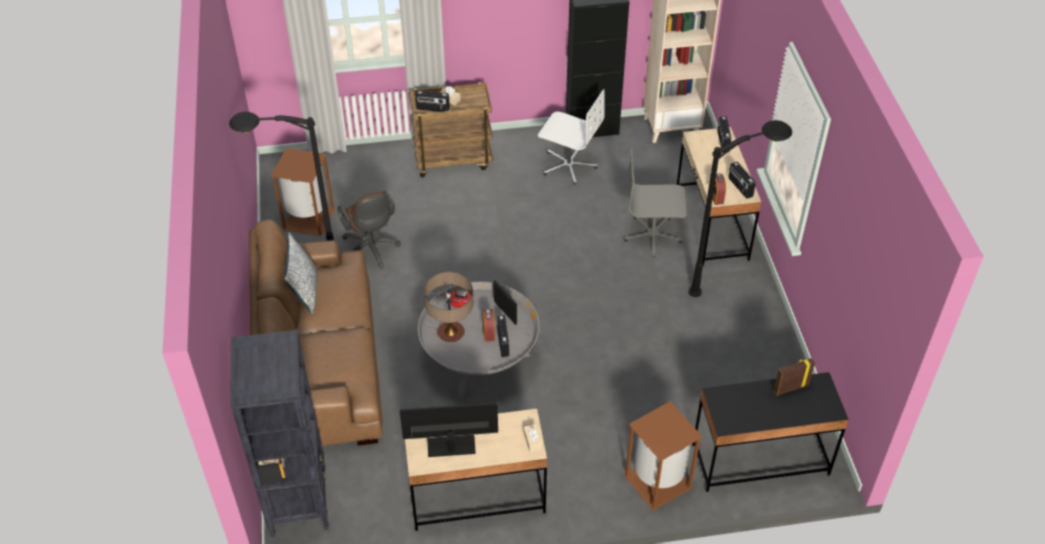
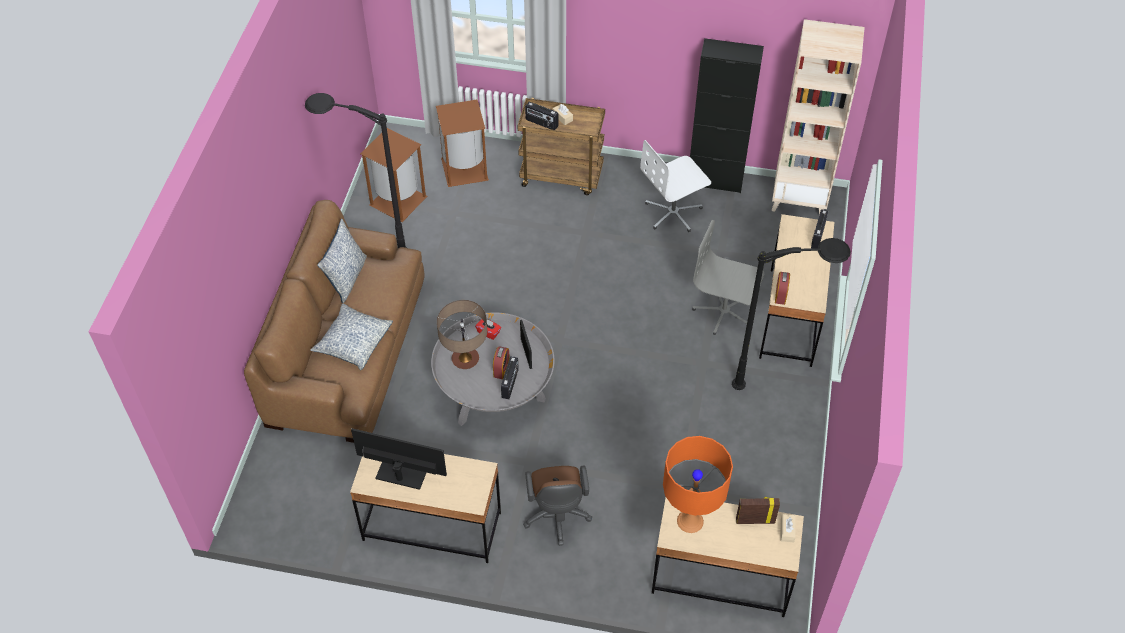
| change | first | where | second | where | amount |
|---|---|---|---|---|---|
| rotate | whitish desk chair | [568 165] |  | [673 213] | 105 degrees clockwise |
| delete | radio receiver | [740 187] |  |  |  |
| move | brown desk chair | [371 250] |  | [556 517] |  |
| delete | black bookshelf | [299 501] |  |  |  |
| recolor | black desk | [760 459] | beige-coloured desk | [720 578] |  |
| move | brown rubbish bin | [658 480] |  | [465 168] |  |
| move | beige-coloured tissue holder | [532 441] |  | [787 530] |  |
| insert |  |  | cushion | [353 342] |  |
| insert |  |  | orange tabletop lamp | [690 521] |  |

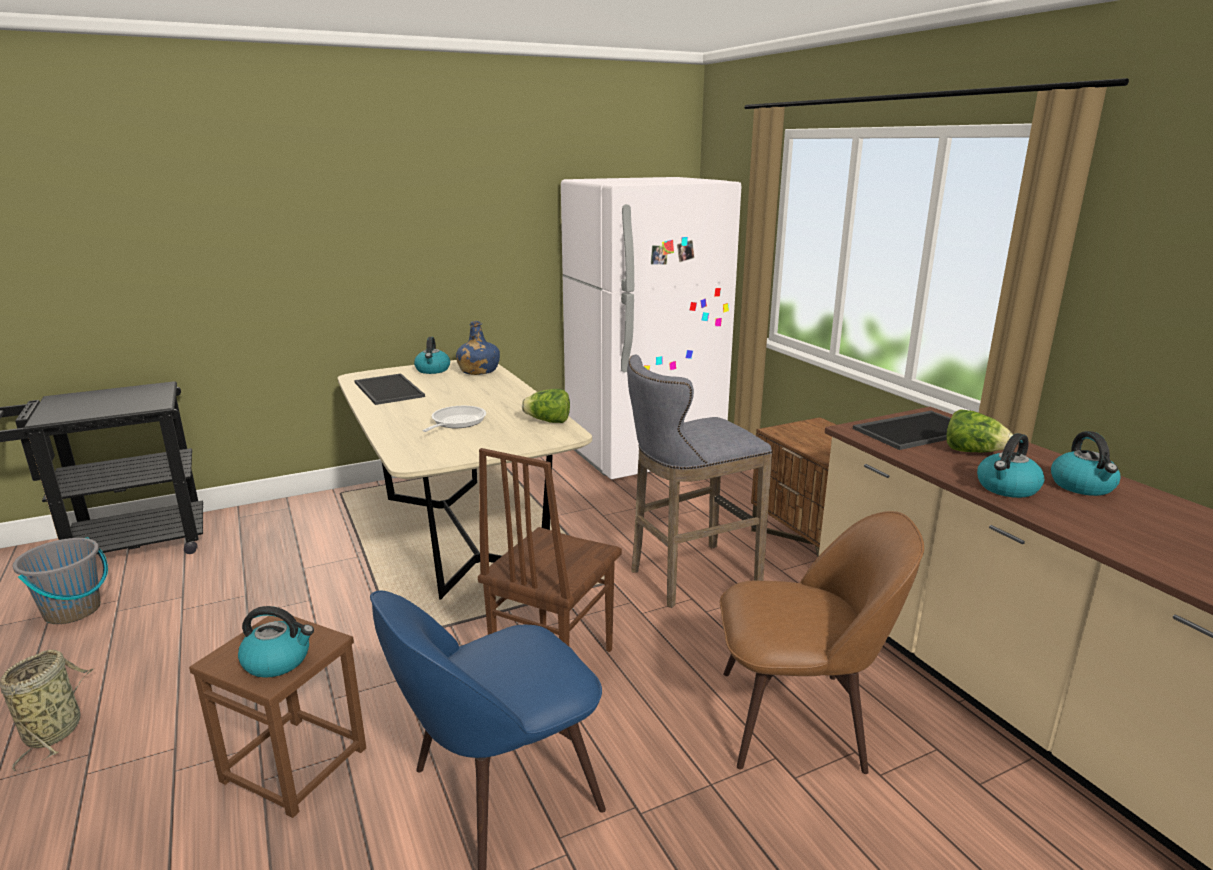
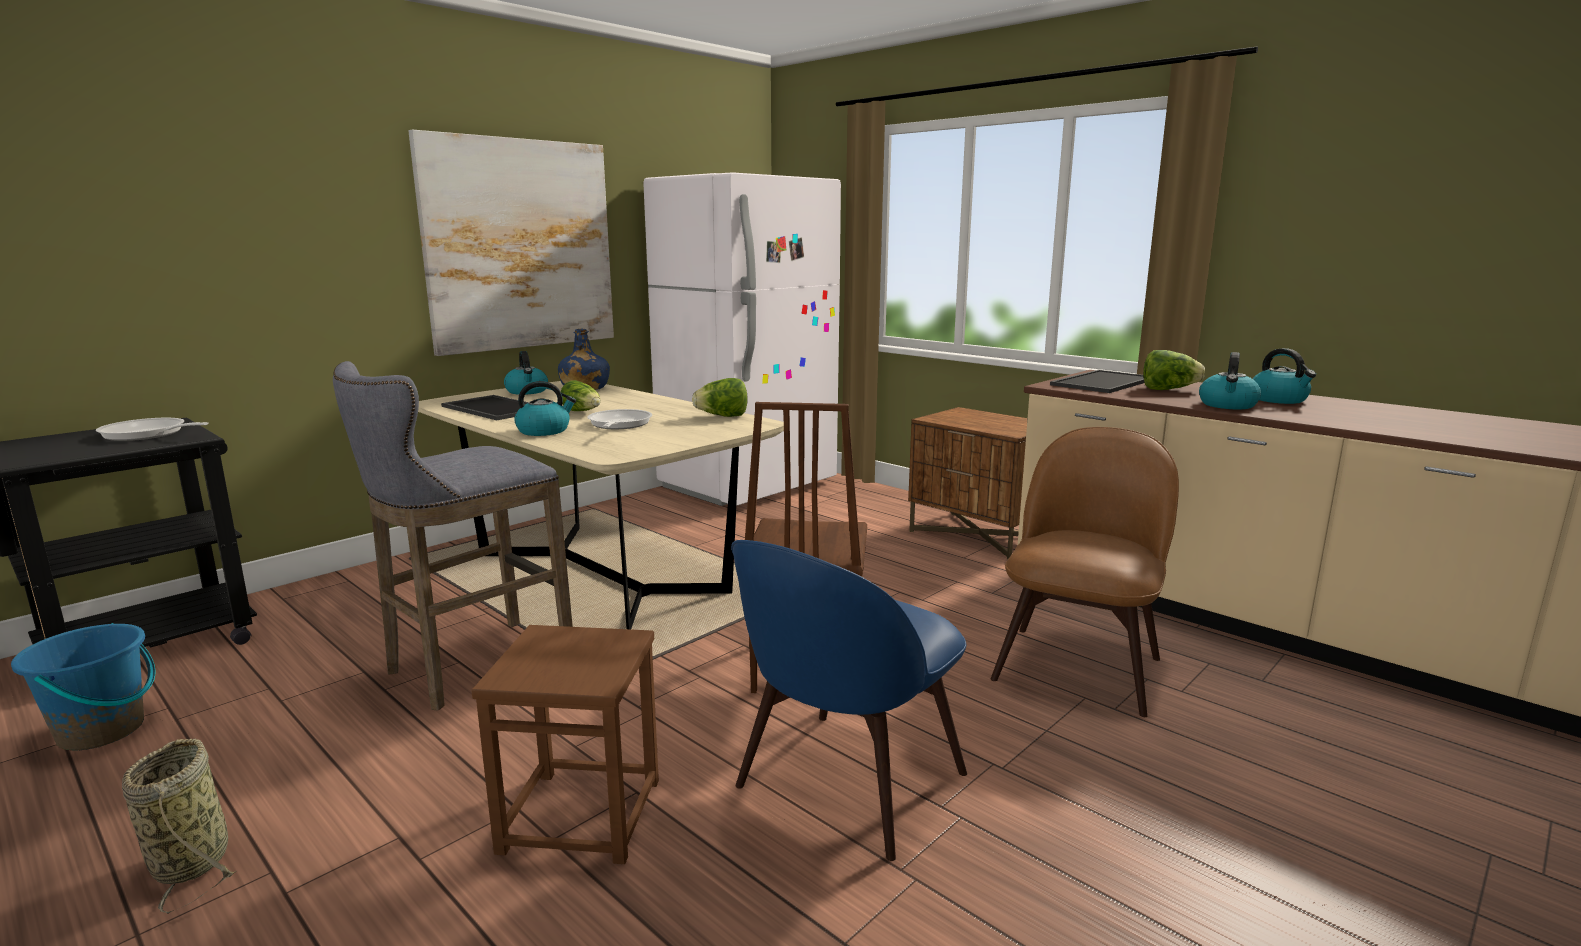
| change | first | where | second | where | amount |
|---|---|---|---|---|---|
| move | grey stool seat | [689 577] |  | [472 667] |  |
| rotate | brown chair | [798 719] |  | [1079 665] | 45 degrees counterclockwise |
| recolor | grey bucket | [73 611] | bluish bucket | [102 731] |  |
| move | tea kettle | [278 661] |  | [544 431] |  |
| insert |  |  | wall art | [520 245] |  |
| insert |  |  | lettuce head | [583 412] |  |
| insert |  |  | frying pan | [148 434] |  |

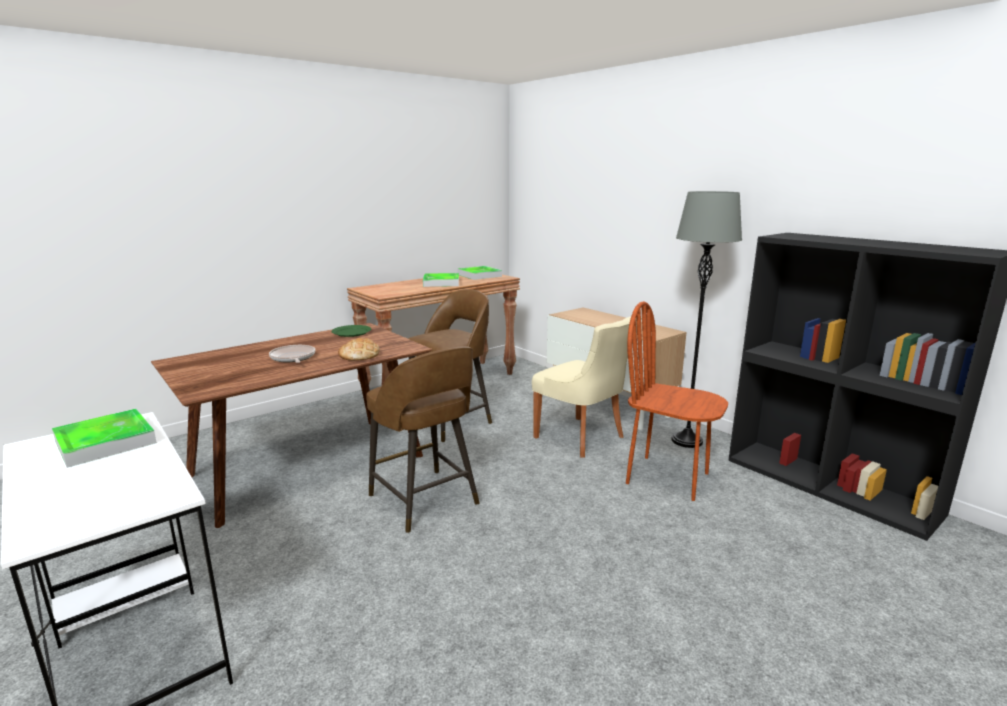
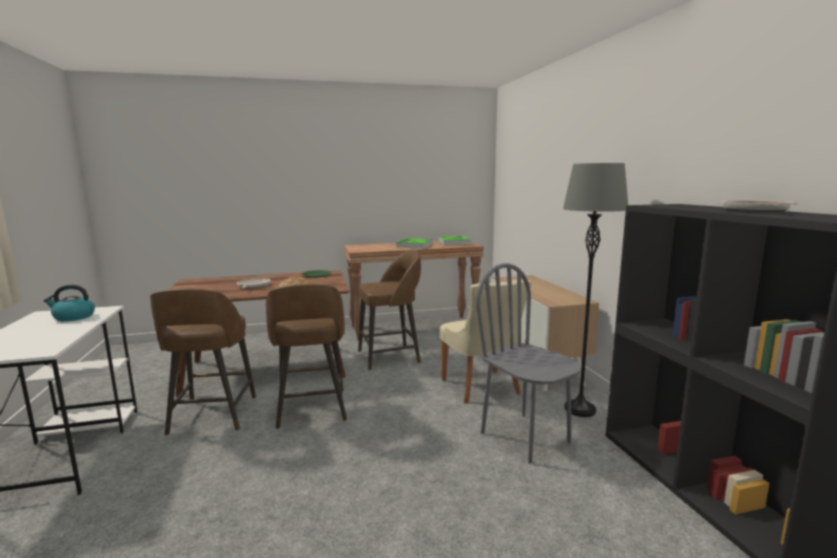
| change | first | where | second | where | amount |
|---|---|---|---|---|---|
| recolor | brown chair | [667 478] | grey chair | [525 437] |  |
| replace | serving tray | [105 442] | tea kettle | [73 317] |  |
| insert |  |  | frying pan | [756 211] |  |
| insert |  |  | brown stool seat | [212 416] |  |

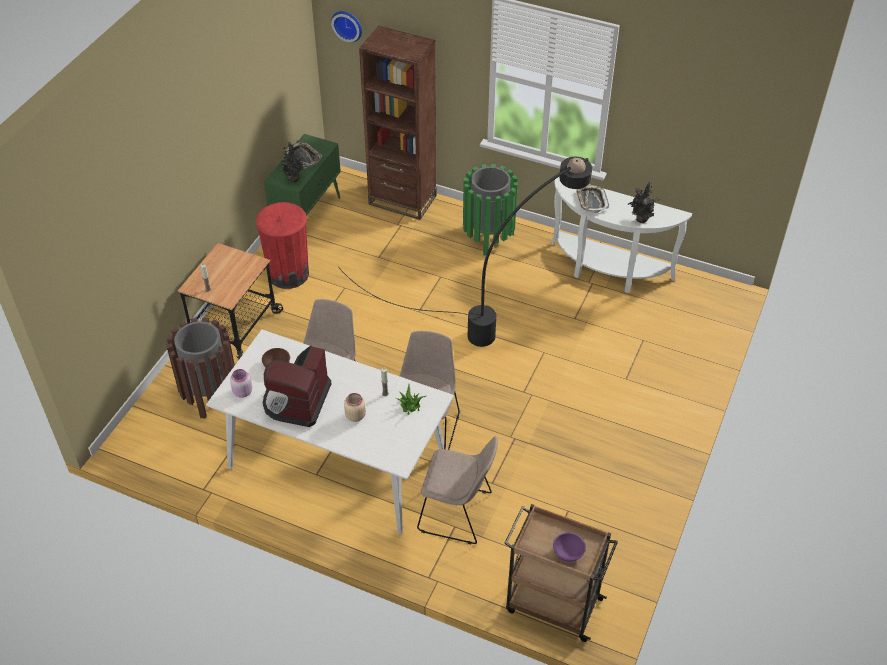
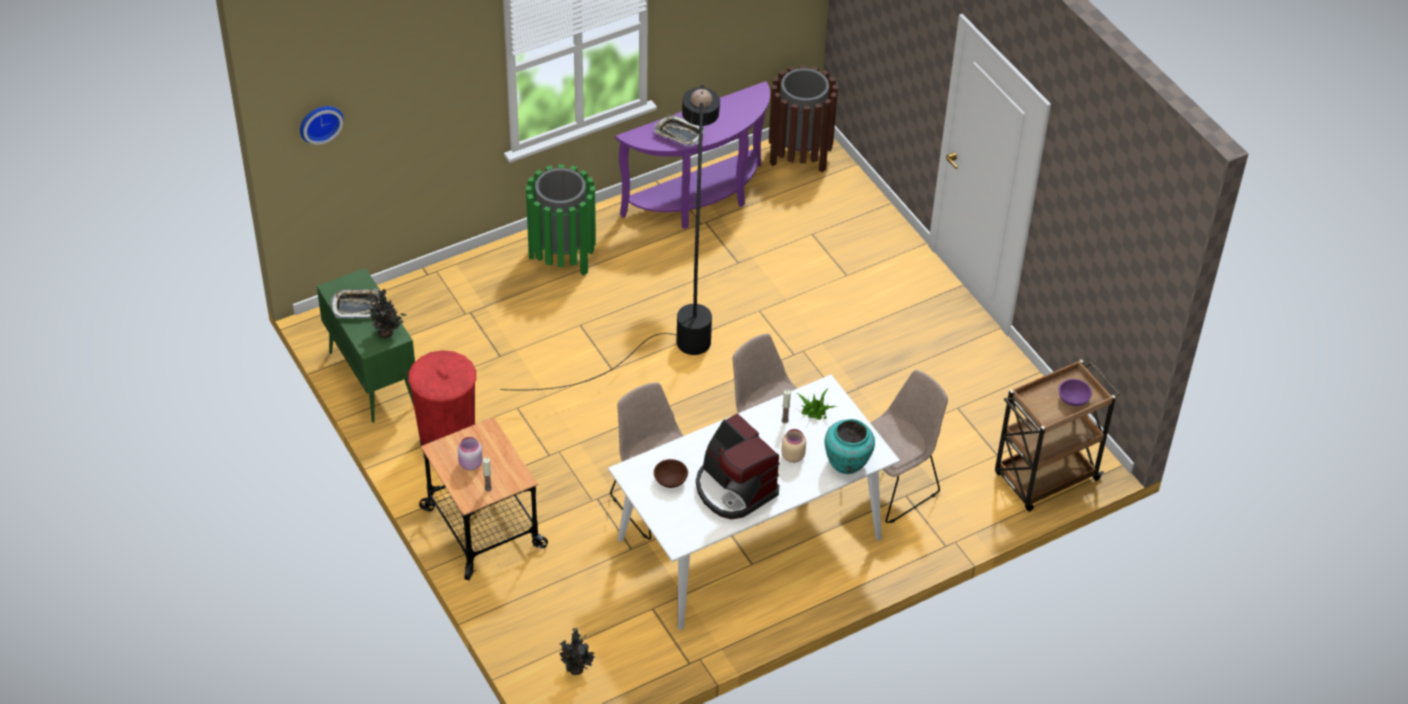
| change | first | where | second | where | amount |
|---|---|---|---|---|---|
| delete | brown bookshelf | [402 200] |  |  |  |
| recolor | whitish narrow table | [607 271] | purple narrow table | [700 202] |  |
| move | houseplant | [641 220] |  | [576 670] |  |
| move | brown rubbish bin | [210 395] |  | [799 155] |  |
| move | pink-coloured preserve jar | [242 391] |  | [470 464] |  |
| insert |  |  | turquoise decorative vase | [848 463] |  |

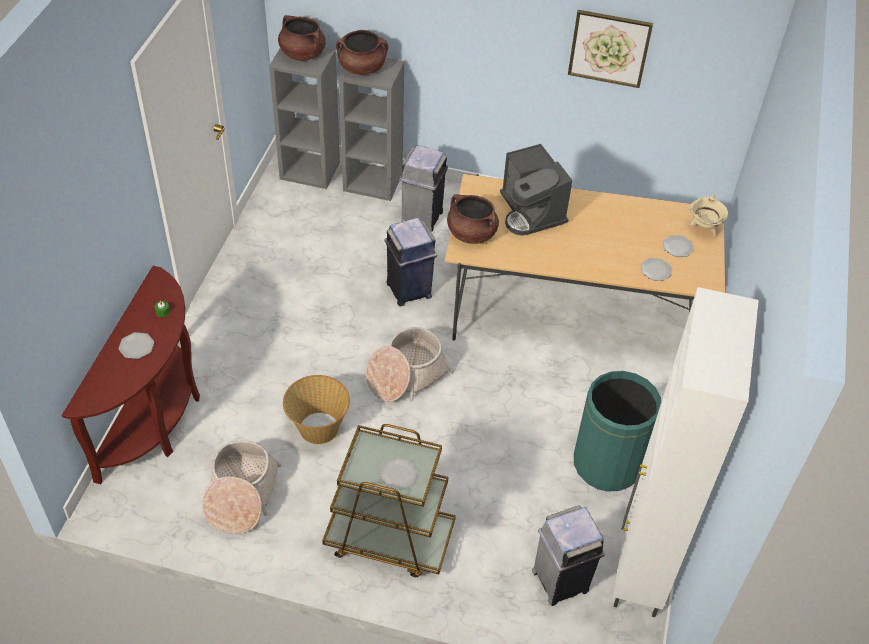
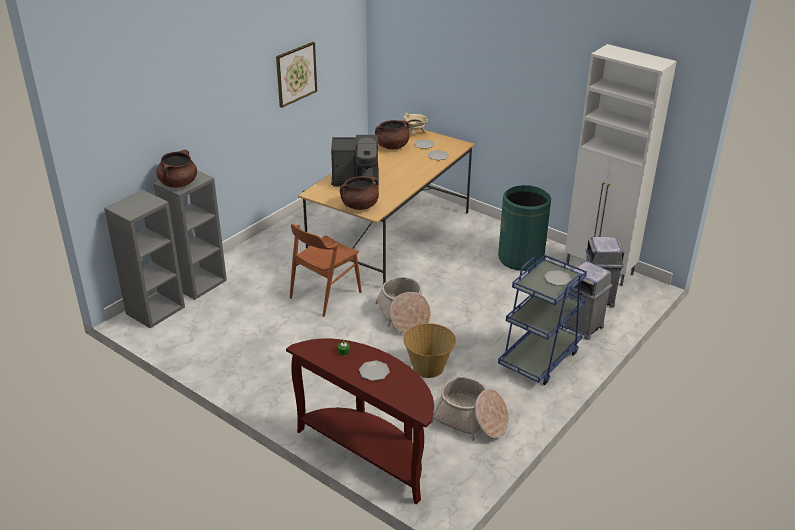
| change | first | where | second | where | amount |
|---|---|---|---|---|---|
| move | brown stockpot | [302 54] |  | [392 146] |  |
| move | grey rubbish bin | [422 216] |  | [582 327] |  |
| replace | bluish rubbish bin | [409 290] | brown chair | [325 295] |  |
| recolor | brown trolley | [388 538] | bluish trolley | [539 358] |  |

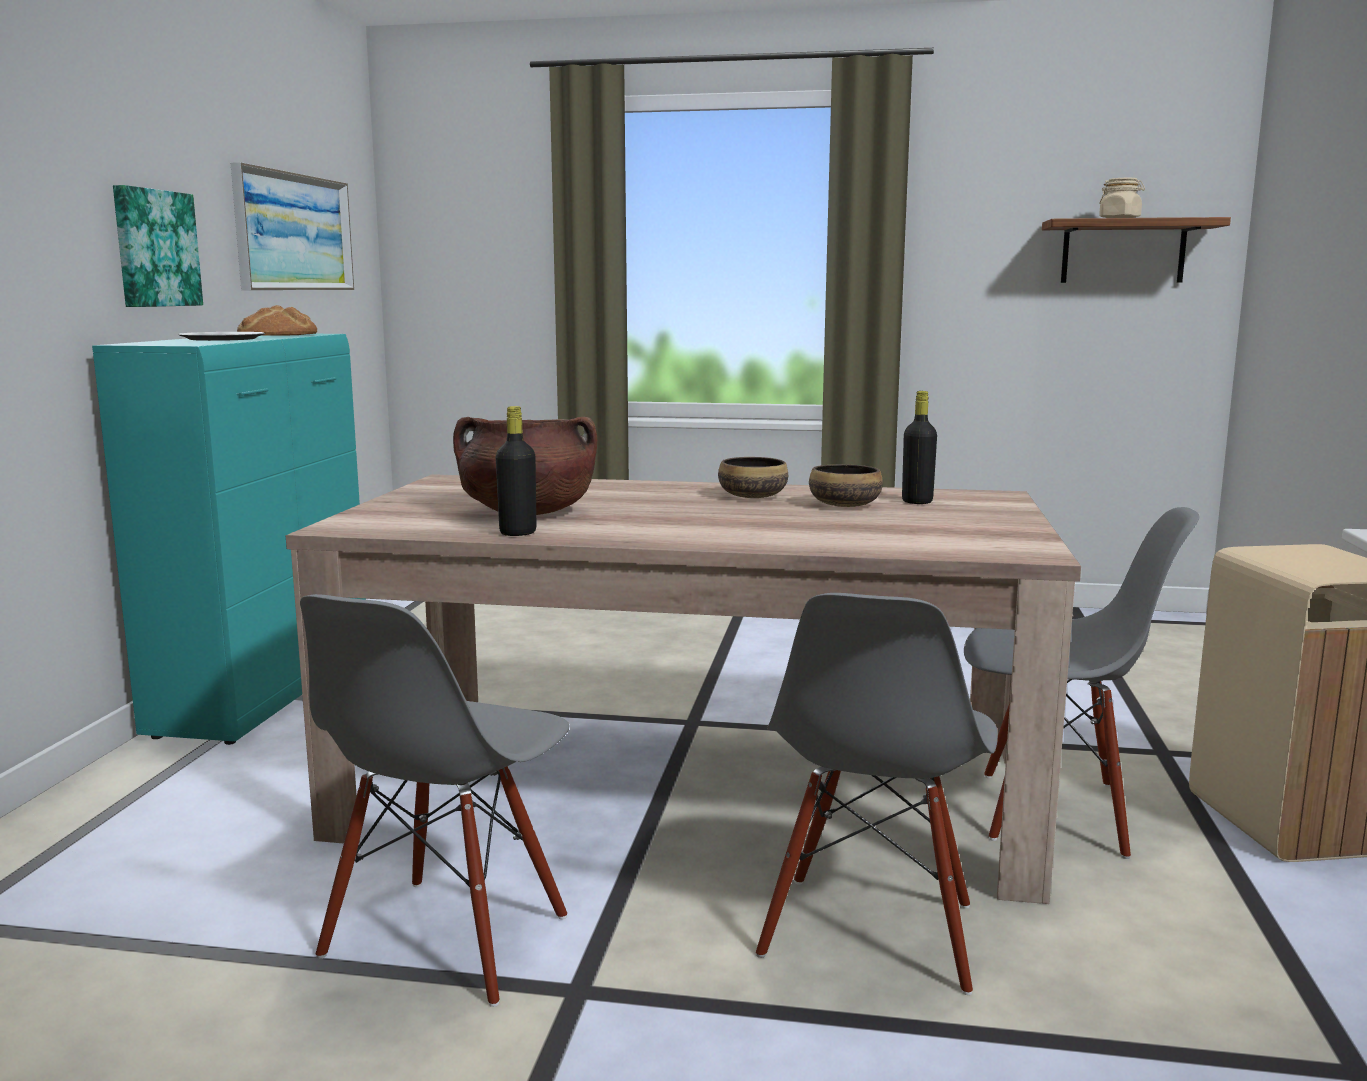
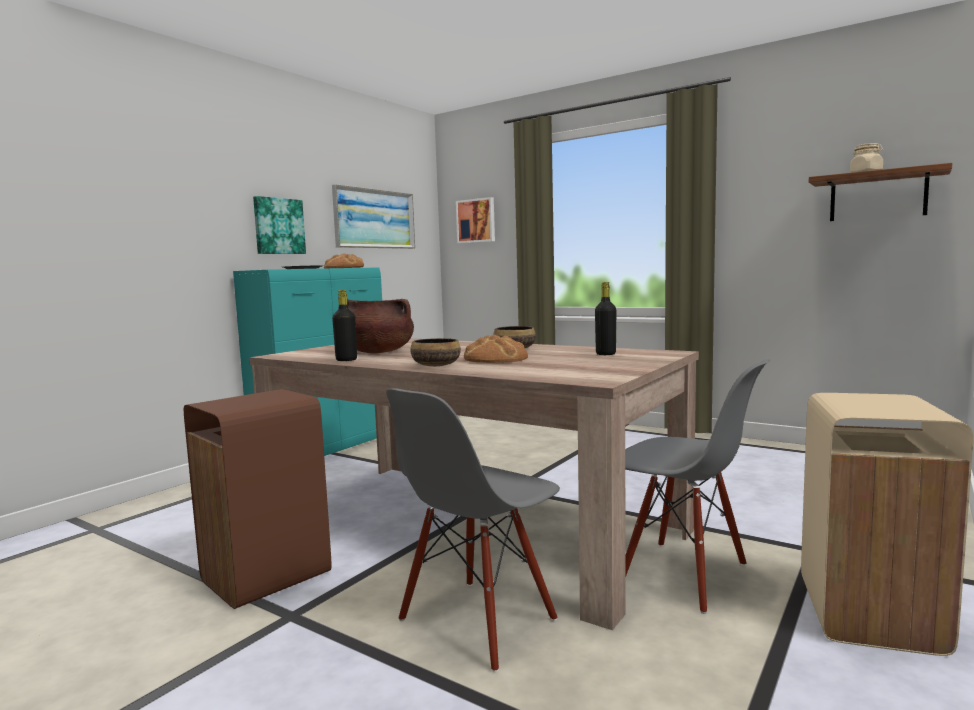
| change | first | where | second | where | amount |
|---|---|---|---|---|---|
| move | bowl | [843 505] |  | [435 365] |  |
| replace | grey chair | [447 939] | brown rubbish bin | [264 576] |  |
| insert |  |  | wall art | [476 221] |  |
| insert |  |  | bakery bread | [495 358] |  |

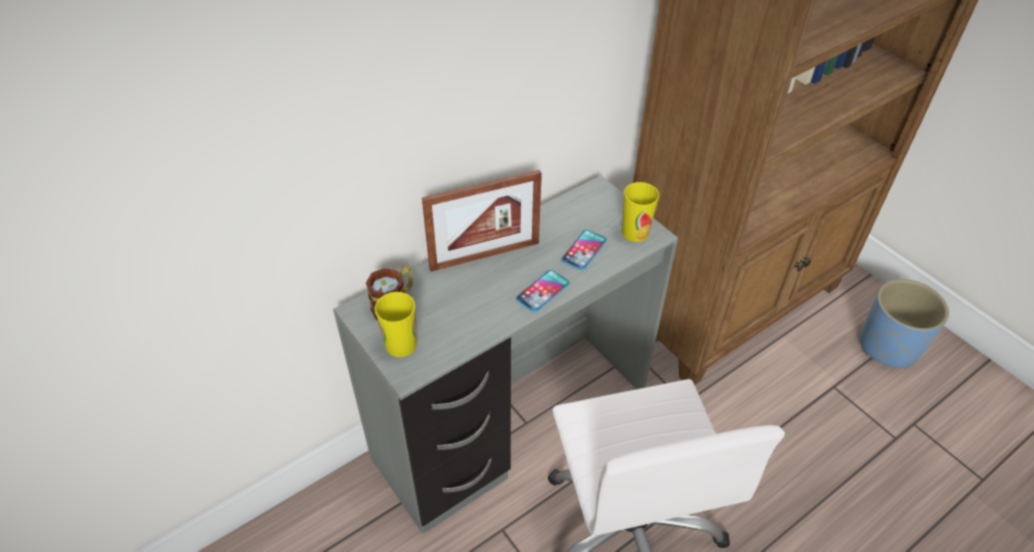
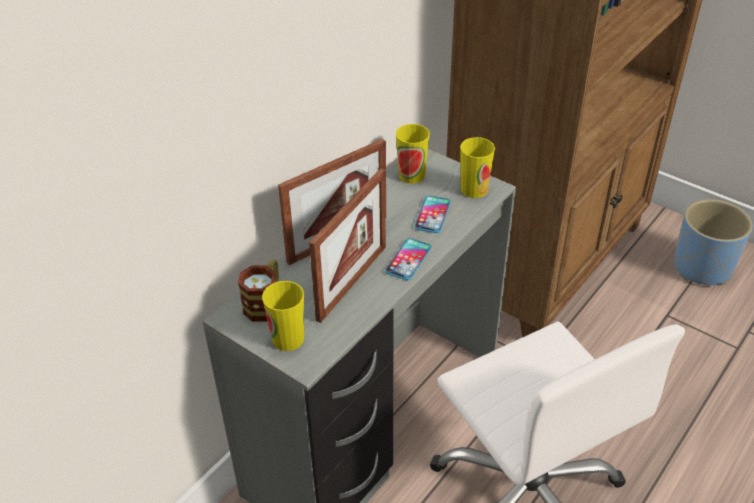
| change | first | where | second | where | amount |
|---|---|---|---|---|---|
| insert |  |  | drinking cup | [411 175] |  |
| insert |  |  | standing frame | [352 282] |  |

